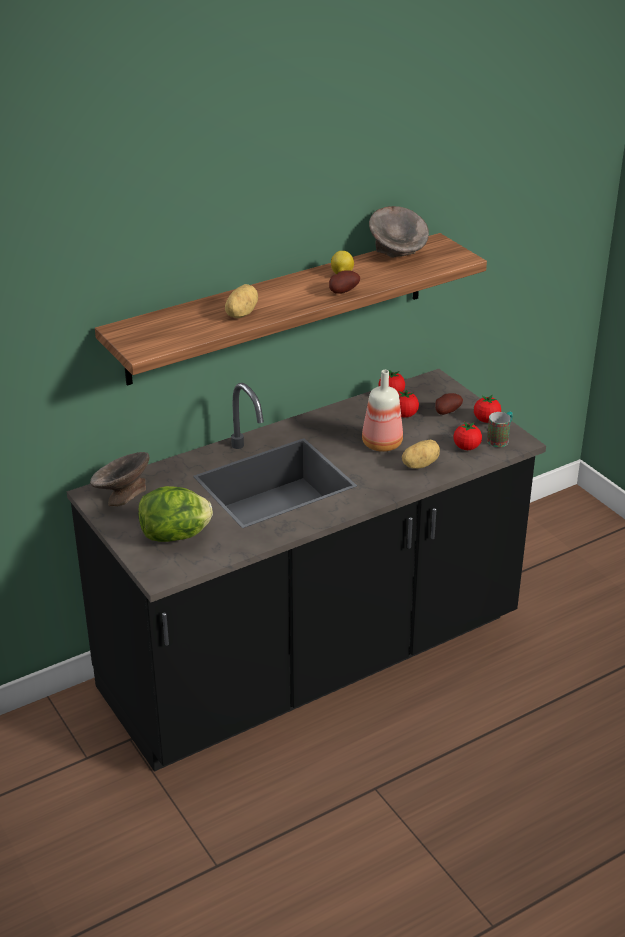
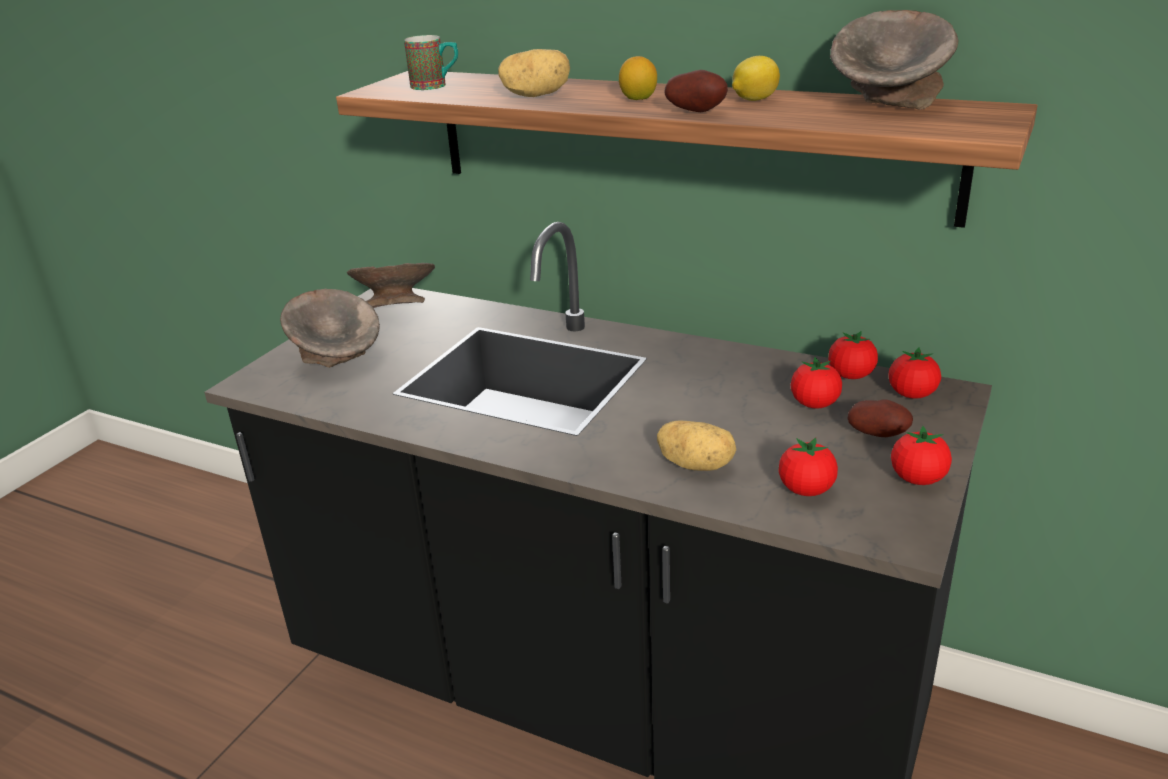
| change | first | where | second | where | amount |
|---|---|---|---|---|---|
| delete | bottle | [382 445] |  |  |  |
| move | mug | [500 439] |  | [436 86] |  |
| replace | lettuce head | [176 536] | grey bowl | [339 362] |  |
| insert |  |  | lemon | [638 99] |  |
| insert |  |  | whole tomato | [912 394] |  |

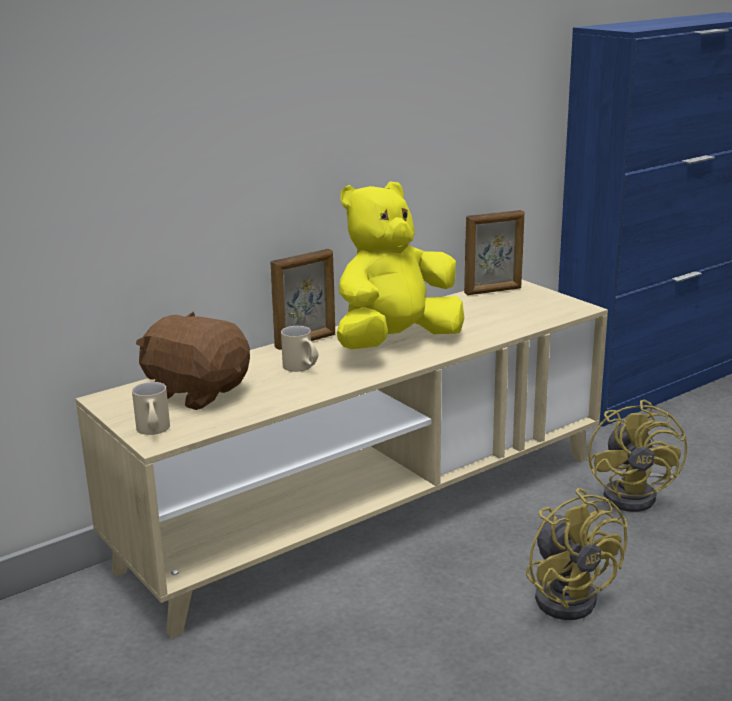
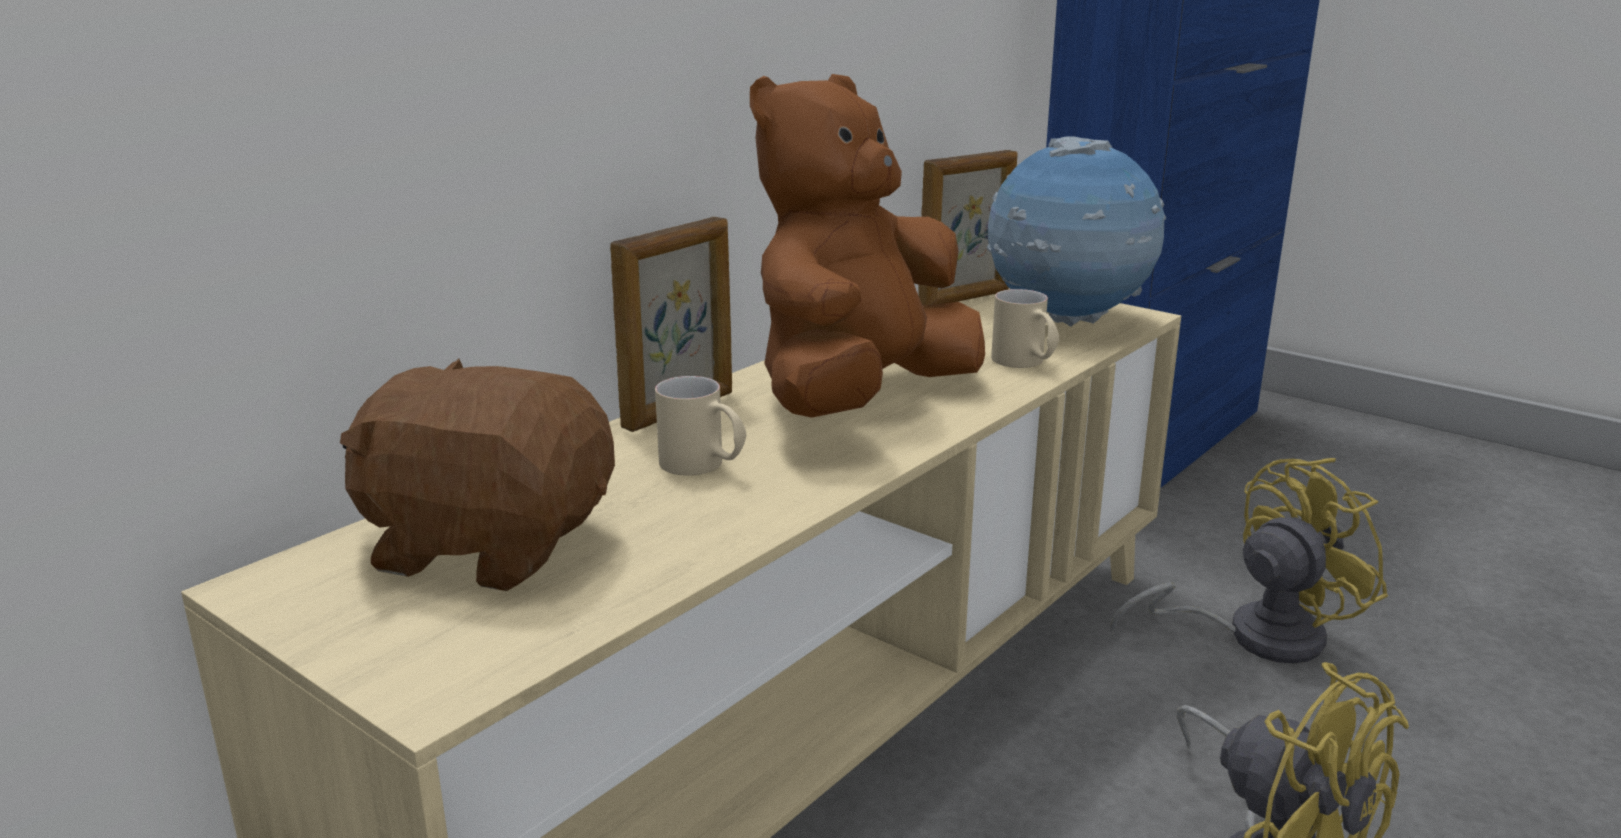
| change | first | where | second | where | amount |
|---|---|---|---|---|---|
| recolor | yellow cuddly toy | [395 342] | brown cuddly toy | [859 399] |  |
| move | beige-coloured mug | [153 431] |  | [1025 364] |  |
| rotate | yellow fan | [637 495] |  | [1253 635] | 105 degrees counterclockwise |
| insert |  |  | desk globe | [1067 322] |  |

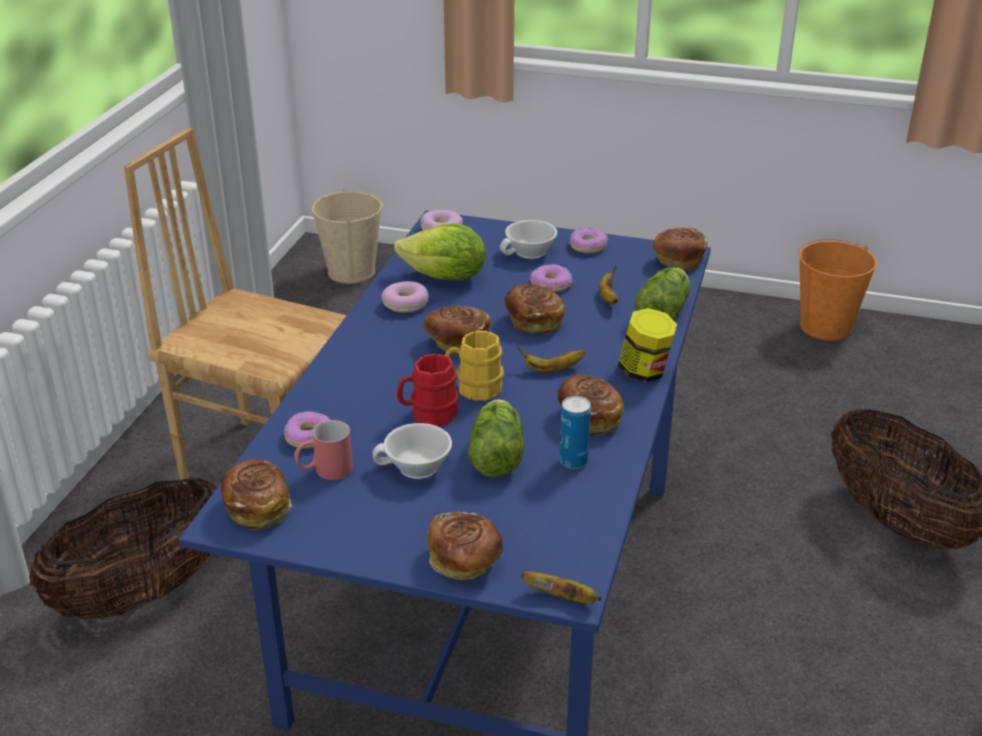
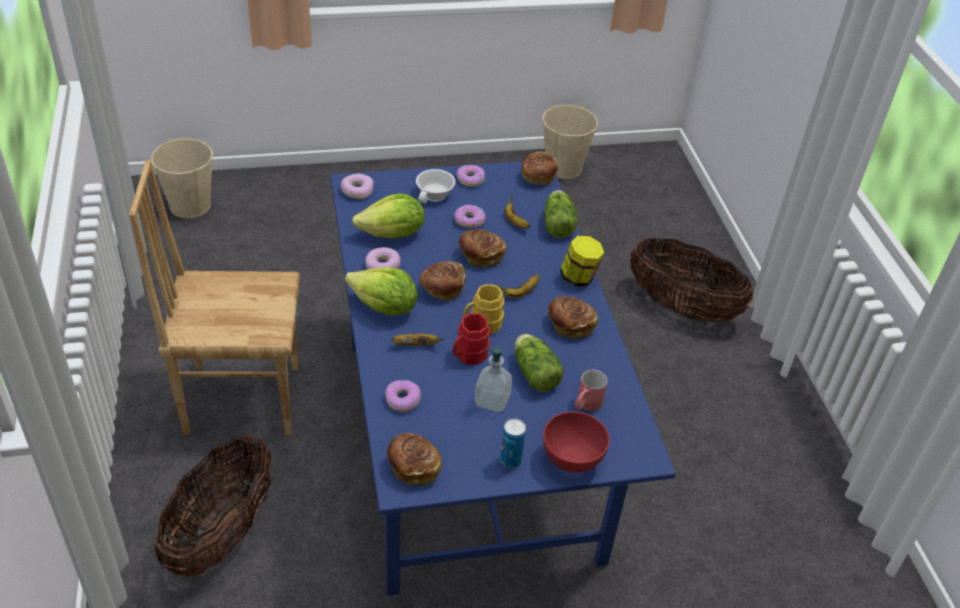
| change | first | where | second | where | amount |
|---|---|---|---|---|---|
| recolor | orange bucket | [826 327] | beige-coloured bucket | [564 168] |  |
| move | can | [573 461] |  | [510 460] |  |
| move | red mug | [324 471] |  | [586 405] |  |
| replace | whitish drinking cup | [416 468] | soap dispenser | [492 400] |  |
| replace | bakery bread | [465 561] | red bowl | [572 459] |  |
| move | banana fruit | [563 598] |  | [417 345] |  |
| insert |  |  | lettuce head | [384 308] |  |

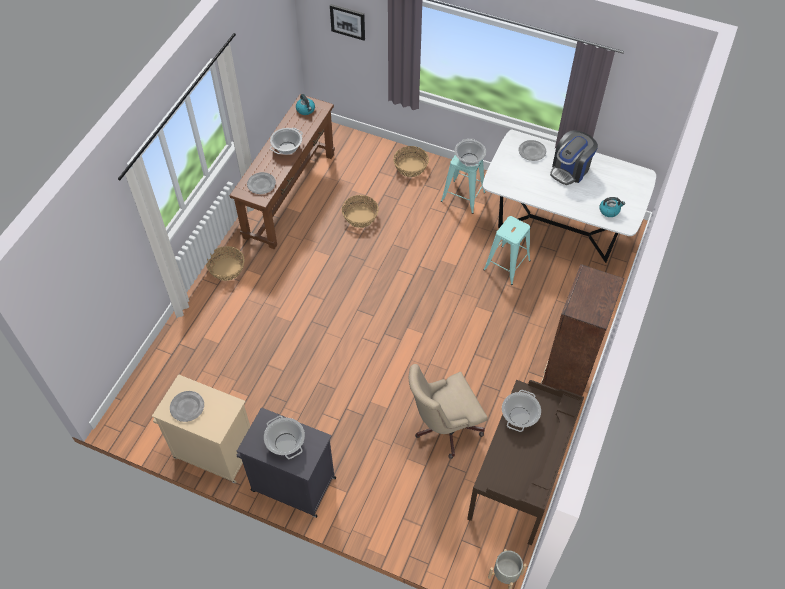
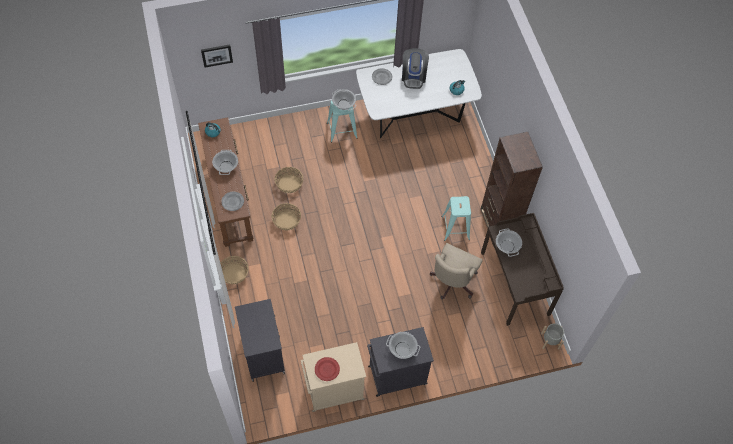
| change | first | where | second | where | amount |
|---|---|---|---|---|---|
| move | household basket | [411 167] |  | [287 221] |  |
| move | turquoise stool seat | [507 265] |  | [455 228] |  |
| recolor | grey plate | [187 407] | red plate | [327 369] |  |
| insert |  |  | black storage cabinet | [263 353] |  |

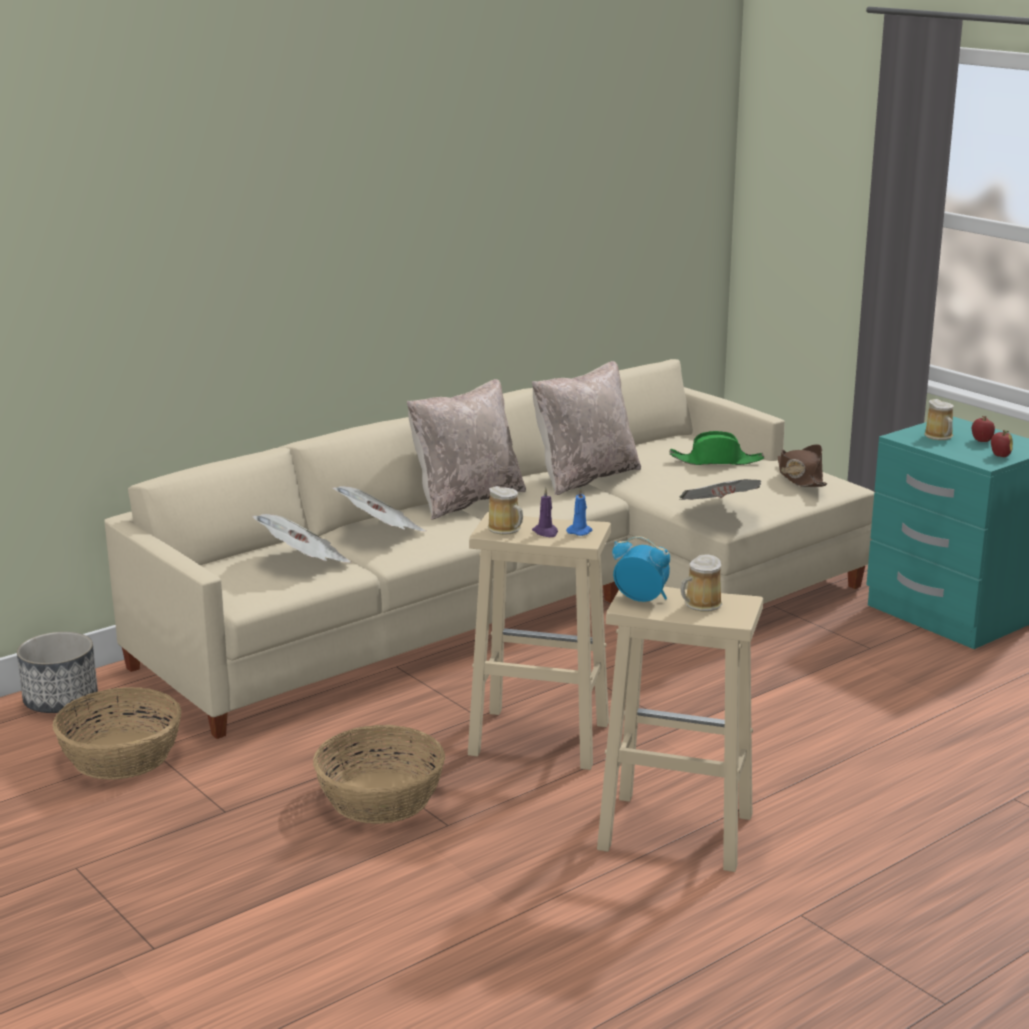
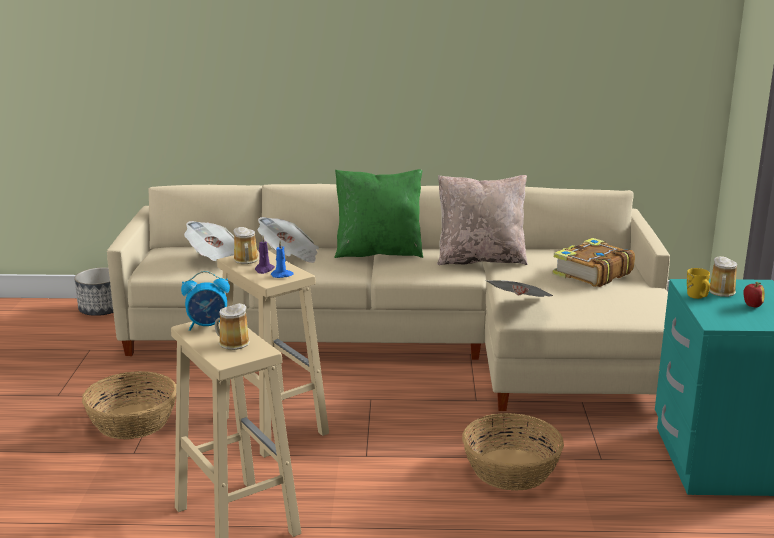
| change | first | where | second | where | amount |
|---|---|---|---|---|---|
| recolor | beige-coloured cushion | [466 500] | green cushion | [378 252] |  |
| delete | apple | [1000 456] |  |  |  |
| replace | green clothing hat | [716 461] | volume | [591 274] |  |
| delete | brown clothing hat | [800 477] |  |  |  |
| rotate | table clock | [641 599] |  | [208 326] | 105 degrees clockwise |
| move | household basket | [120 756] |  | [510 469] |  |
| insert |  |  | yellow mug | [698 297] |  |

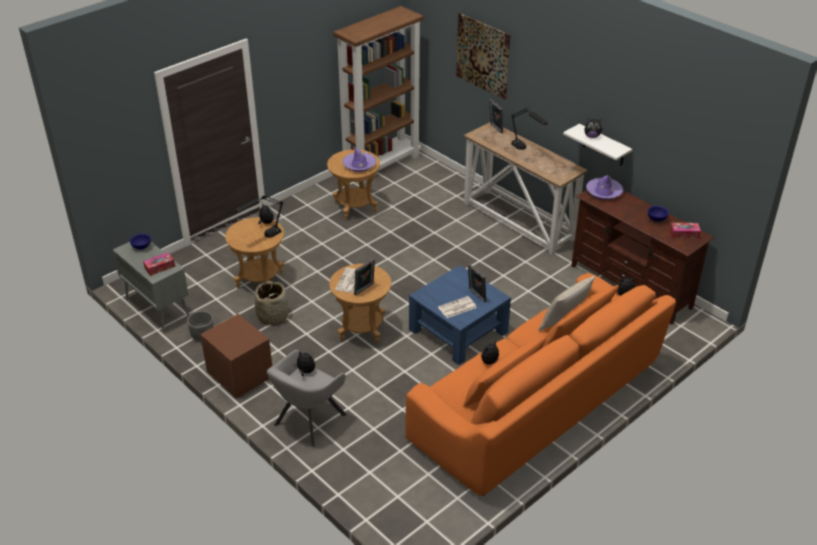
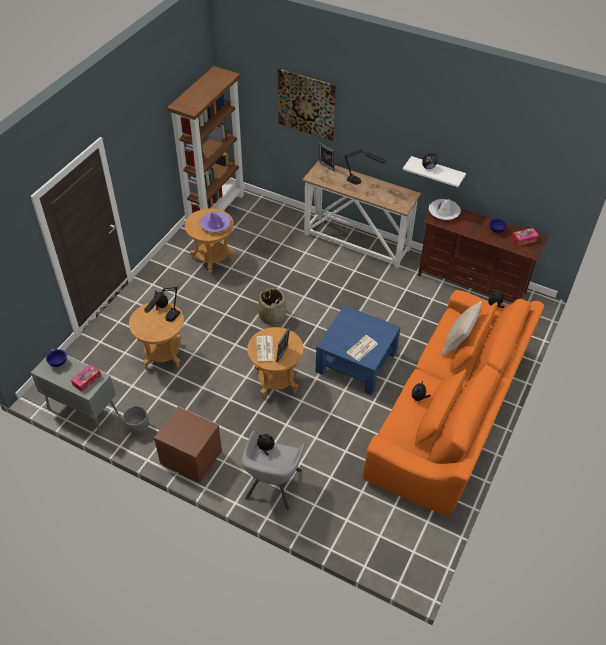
| change | first | where | second | where | amount |
|---|---|---|---|---|---|
| recolor | purple clothing hat | [603 192] | whitish clothing hat | [443 212] |  |
| delete | standing frame | [476 296] |  |  |  |
| move | household basket | [273 315] |  | [272 315] |  |

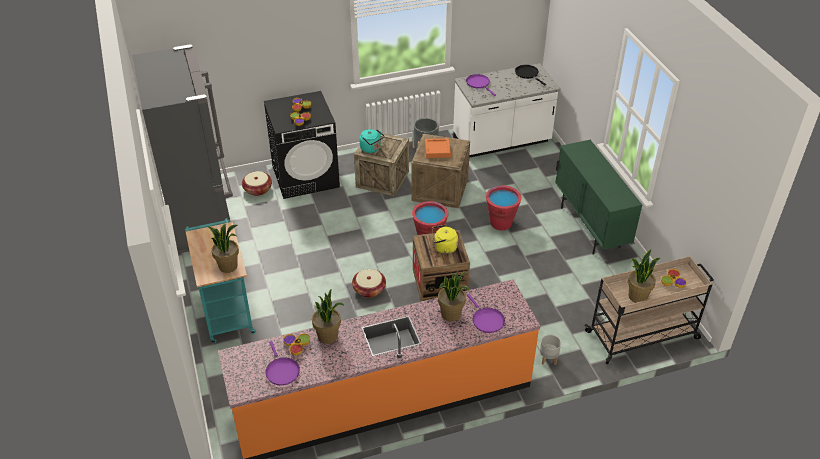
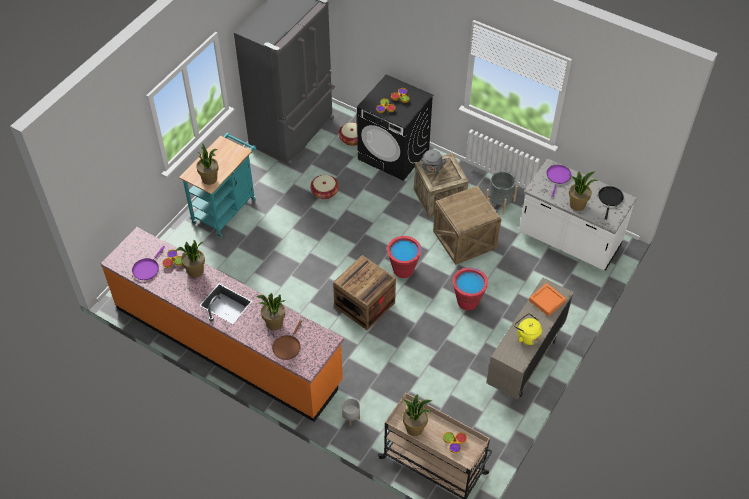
| change | first | where | second | where | amount |
|---|---|---|---|---|---|
| recolor | turquoise tea kettle | [371 149] | grey tea kettle | [431 168] |  |
| move | orange serving tray | [437 150] |  | [547 301] |  |
| recolor | green storage cabinet | [590 227] | beige-coloured storage cabinet | [524 363] |  |
| move | yellow tea kettle | [444 248] |  | [526 336] |  |
| move | household basket | [369 289] |  | [324 192] |  |
| recolor | purple frying pan | [486 320] | brown frying pan | [287 346] |  |
| insert |  |  | houseplant | [577 204] |  |

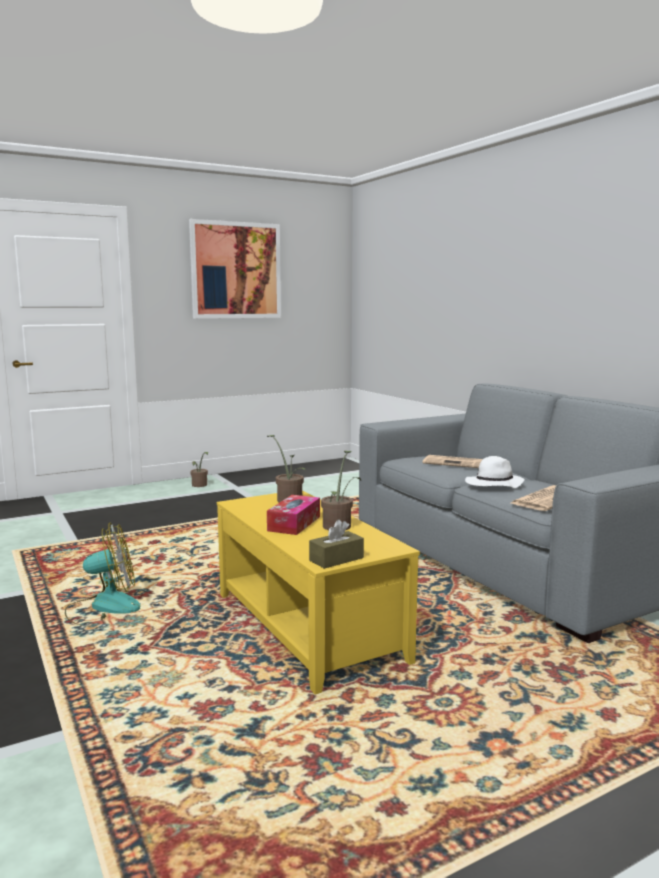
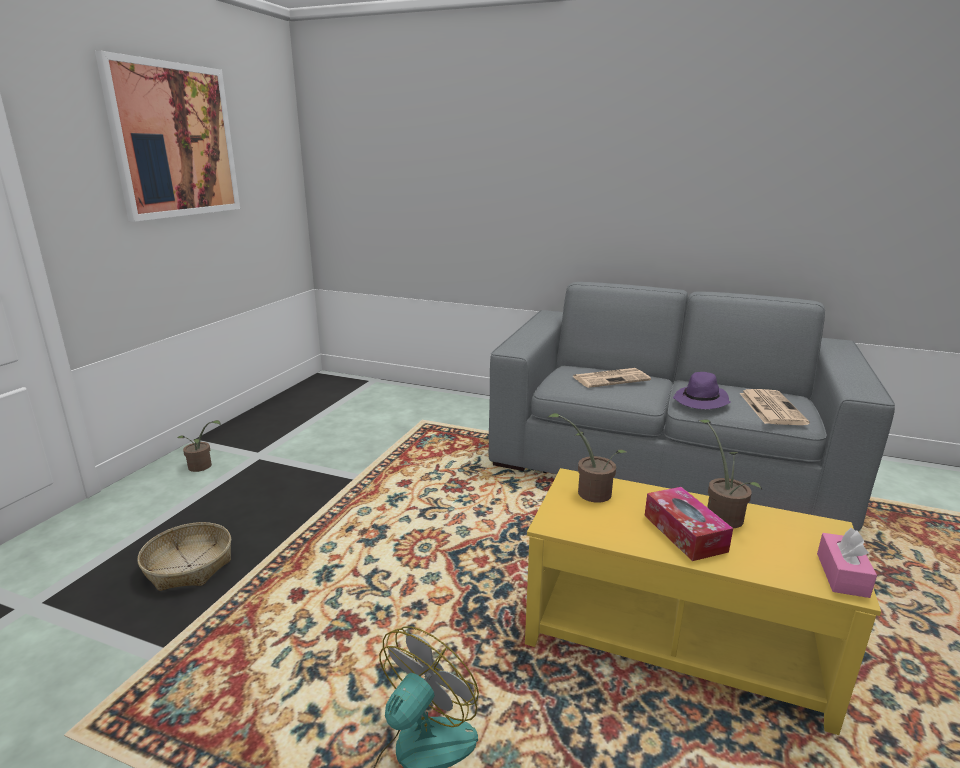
| change | first | where | second | where | amount |
|---|---|---|---|---|---|
| recolor | whitish clothing hat | [493 485] | purple clothing hat | [701 401] |  |
| recolor | brown tissue holder | [336 559] | pink-coloured tissue holder | [842 575] |  |
| insert |  |  | household basket | [189 566] |  |

